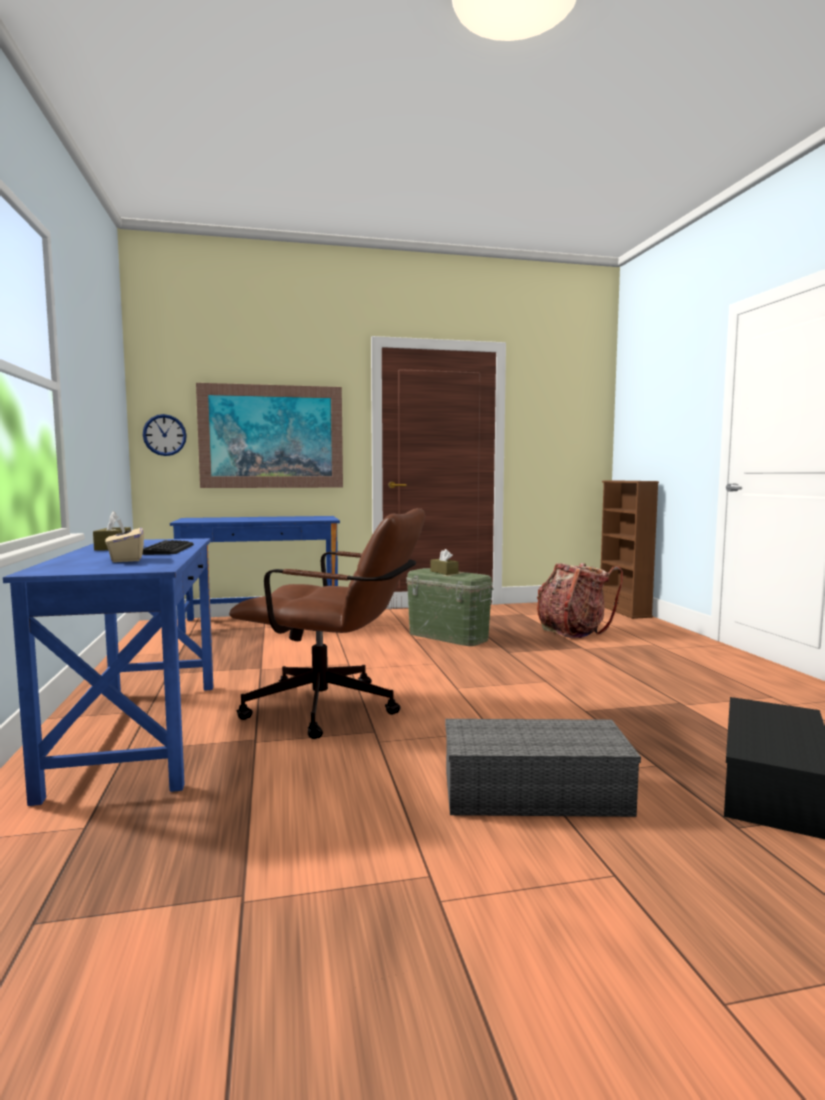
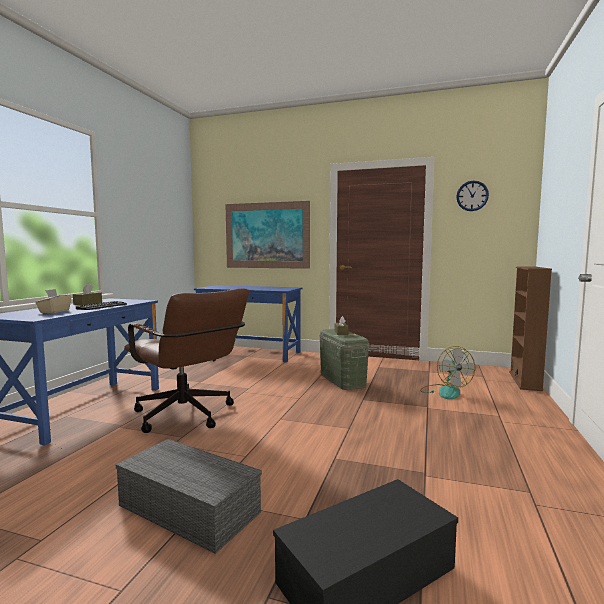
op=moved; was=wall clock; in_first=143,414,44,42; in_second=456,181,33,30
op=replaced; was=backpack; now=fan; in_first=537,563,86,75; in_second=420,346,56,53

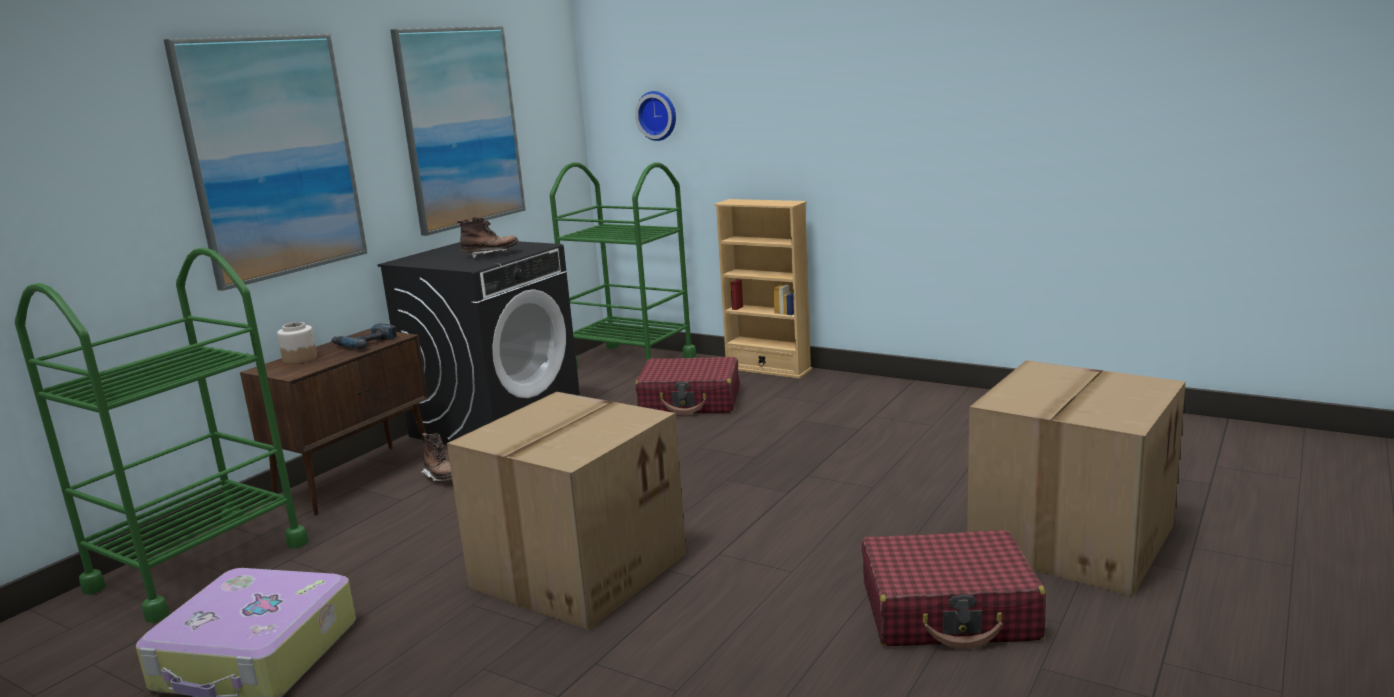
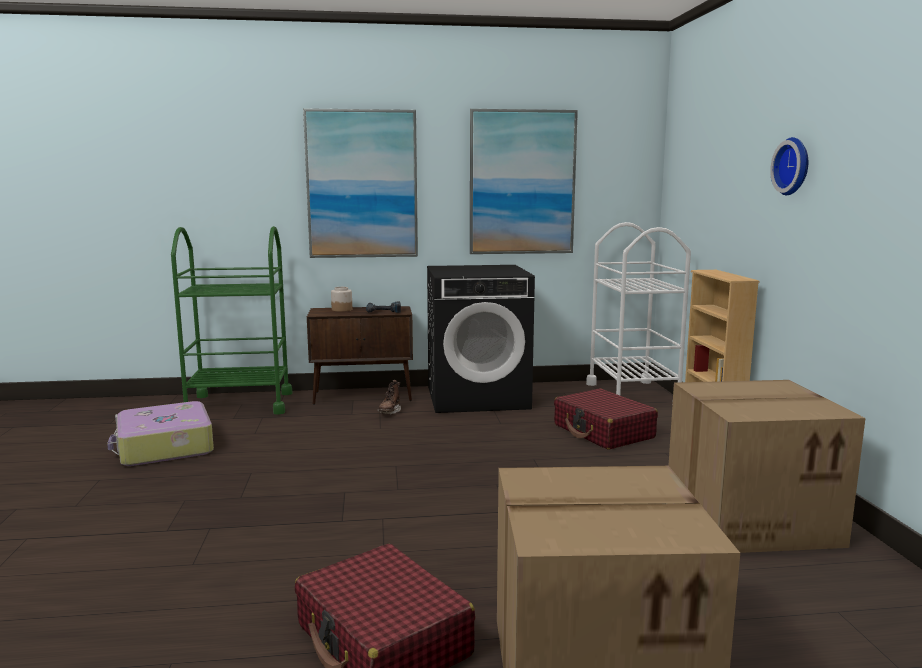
op=moved; was=cardboard box; in_first=447,392,239,238; in_second=668,380,197,173
op=removed; was=boot (brown); in_first=457,217,62,41
op=recoloured; was=cart (green); now=cart (white); in_first=550,162,146,204; in_second=586,222,105,182
op=moved; was=wall clock; in_first=635,91,41,50; in_second=770,137,38,58

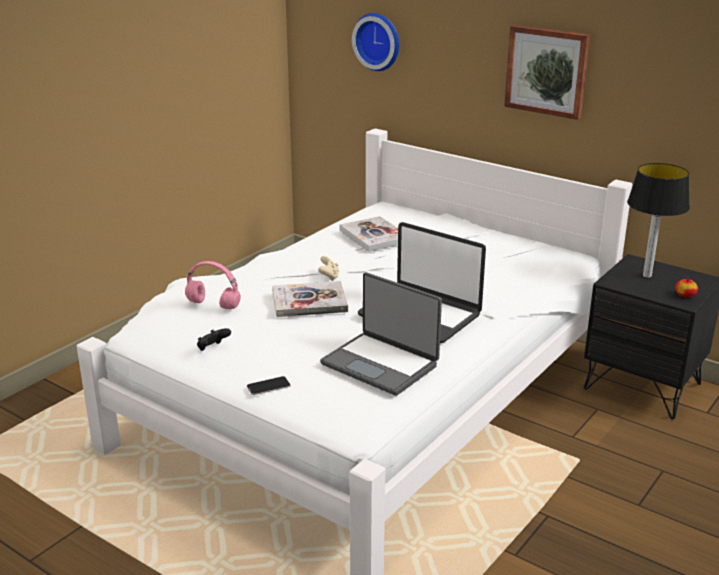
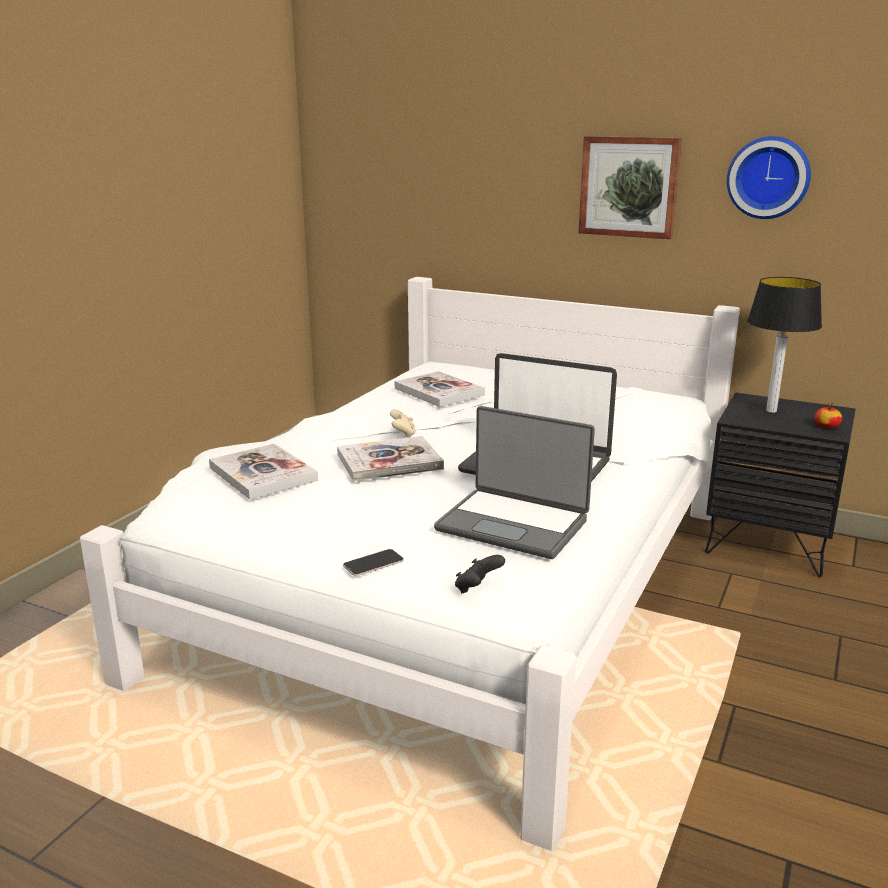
op=replaced; was=headphones (pink); now=book; in_first=185,261,56,49; in_second=209,444,109,56
op=moved; was=game controller (black); in_first=197,328,34,23; in_second=455,555,50,38
op=moved; was=wall clock; in_first=352,13,47,58; in_second=727,136,84,83

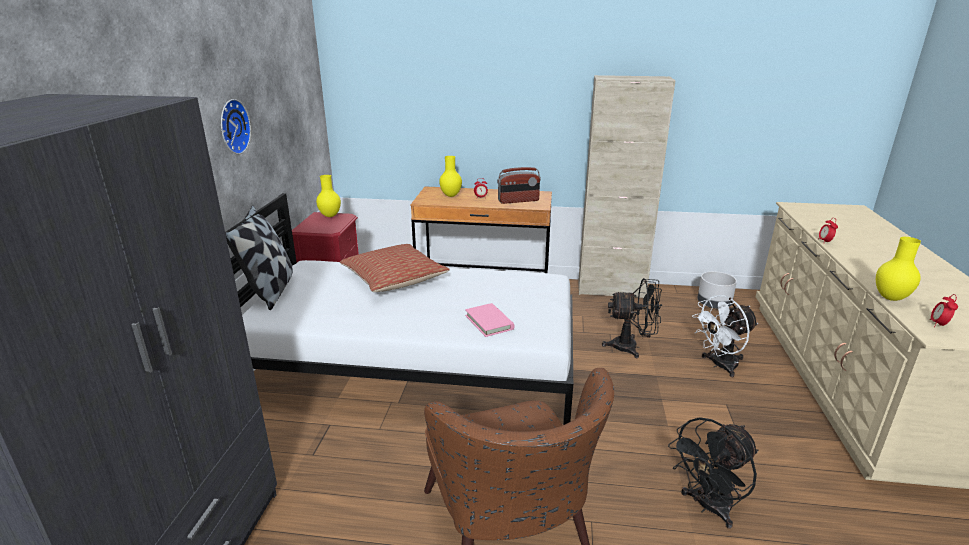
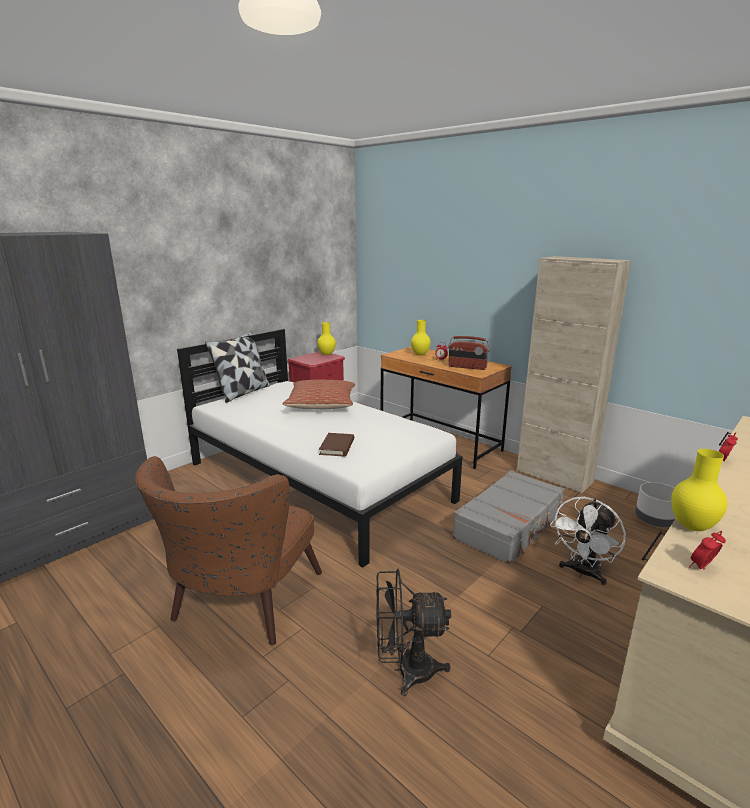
op=removed; was=wall clock; in_first=221,99,30,55
op=recoloured; was=book (pink); now=book (brown); in_first=465,303,50,34; in_second=319,433,35,23
op=replaced; was=fan (black); now=suitcase (grey); in_first=602,278,60,80; in_second=452,470,113,95
op=turned; was=fan (white); in_first=692,295,66,82; in_second=550,497,76,88; clockwise=-60

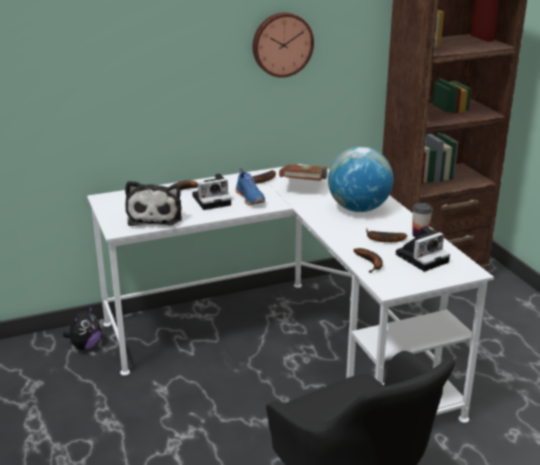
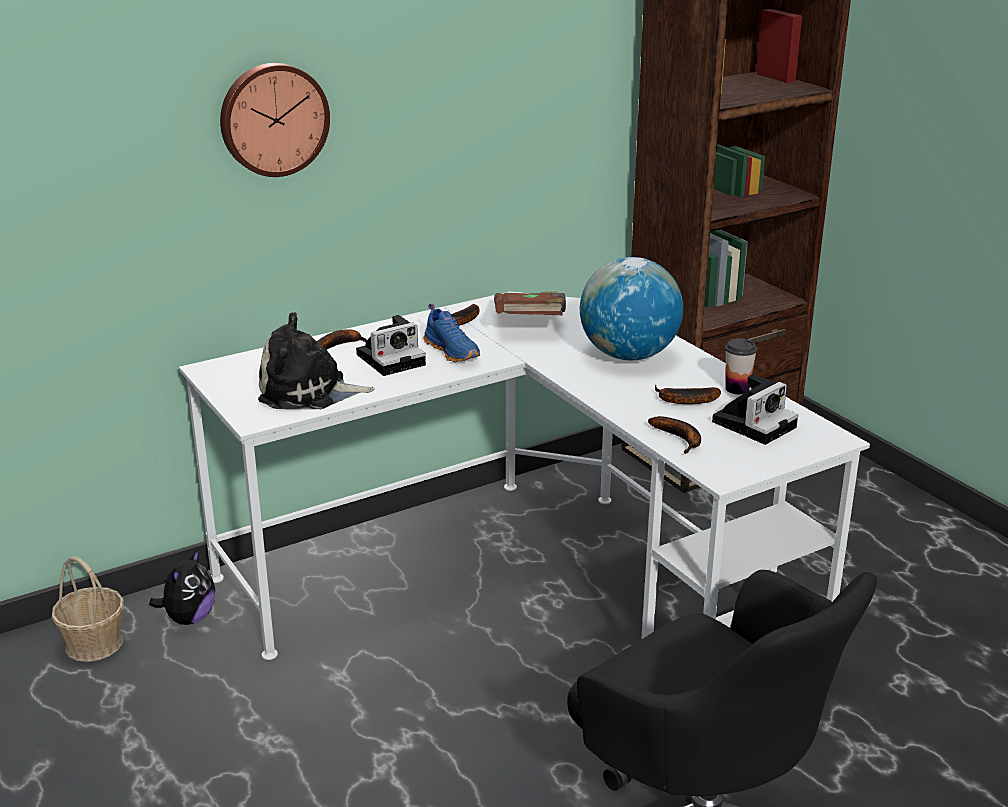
op=turned; was=plush toy; in_first=125,180,57,46; in_second=258,312,117,97; clockwise=105
op=moved; was=wall clock; in_first=253,12,61,66; in_second=220,63,110,114
op=added; now=basket; in_second=52,556,72,106

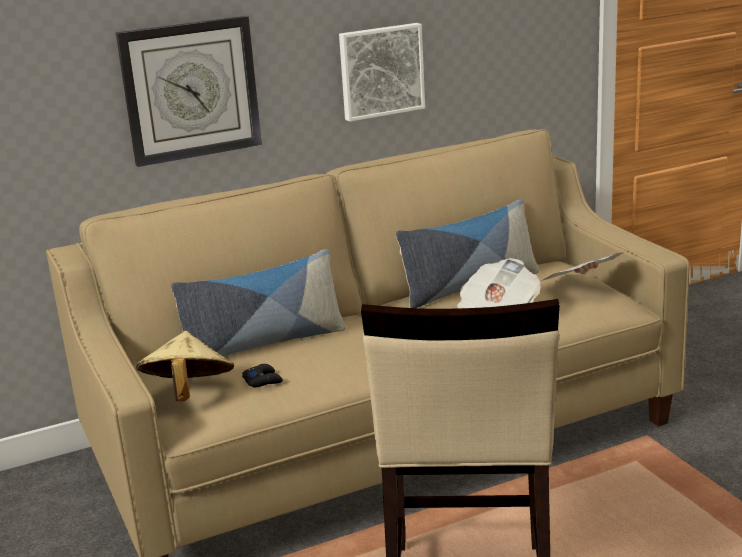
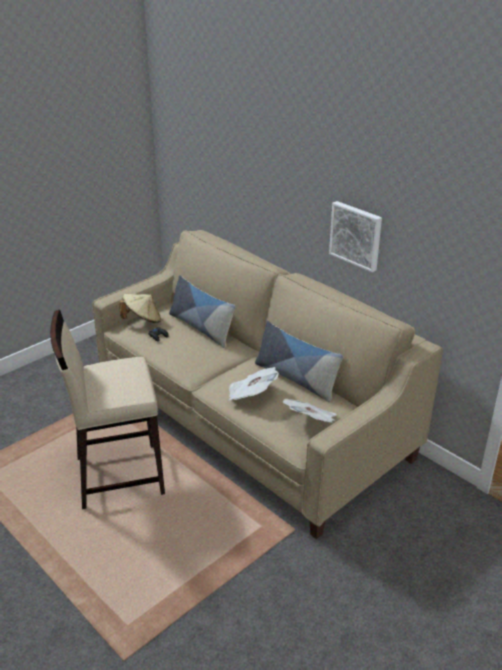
op=removed; was=wall clock; in_first=116,16,146,151

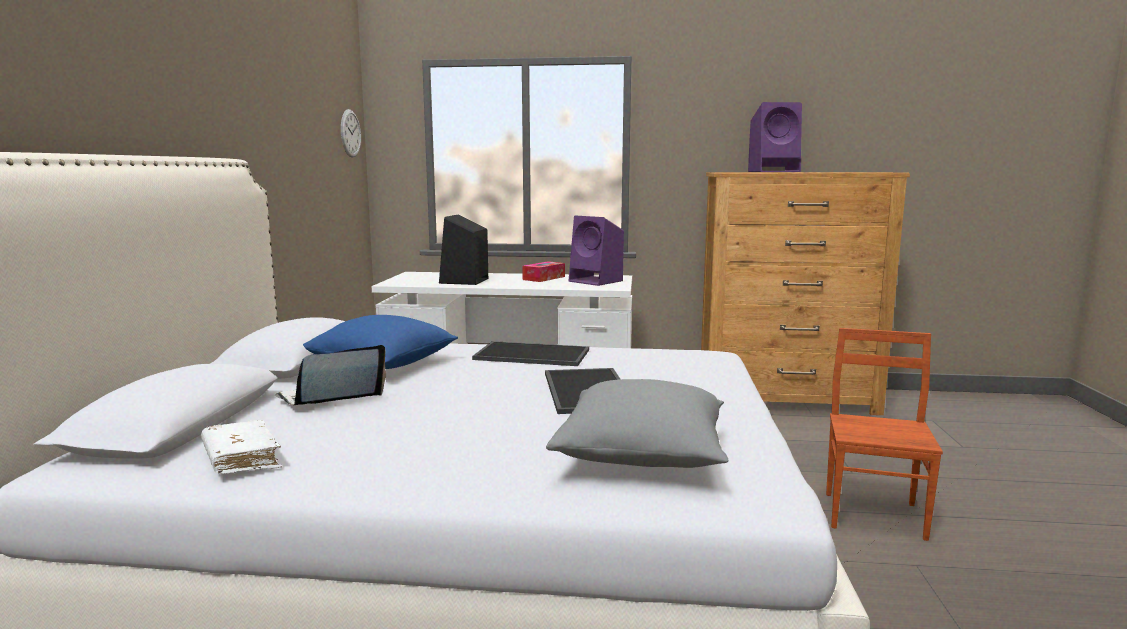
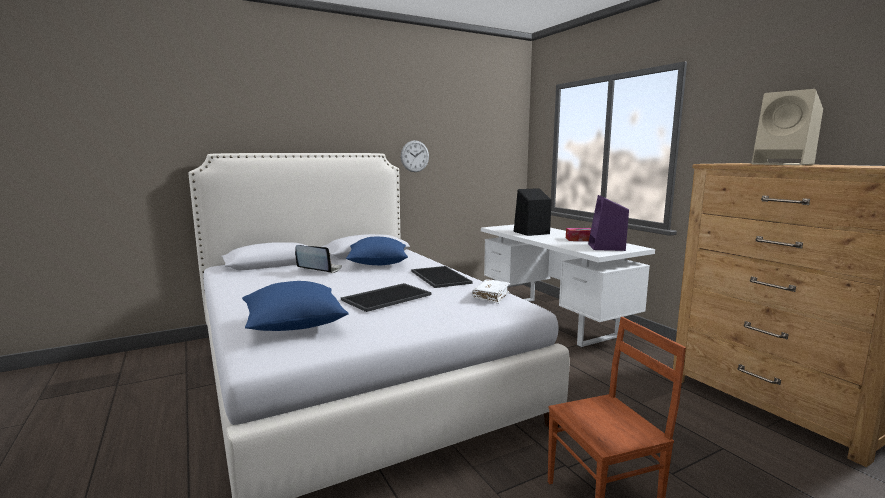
op=moved; was=book (white); in_first=201,420,81,54; in_second=472,279,38,25
op=moved; was=wall clock; in_first=341,109,20,49; in_second=401,140,28,32
op=recoloured; was=pillow (grey); now=pillow (blue); in_first=546,379,182,89; in_second=242,281,107,50
op=recoloured; was=speaker (purple); now=speaker (beige); in_first=748,102,54,70; in_second=751,89,72,76

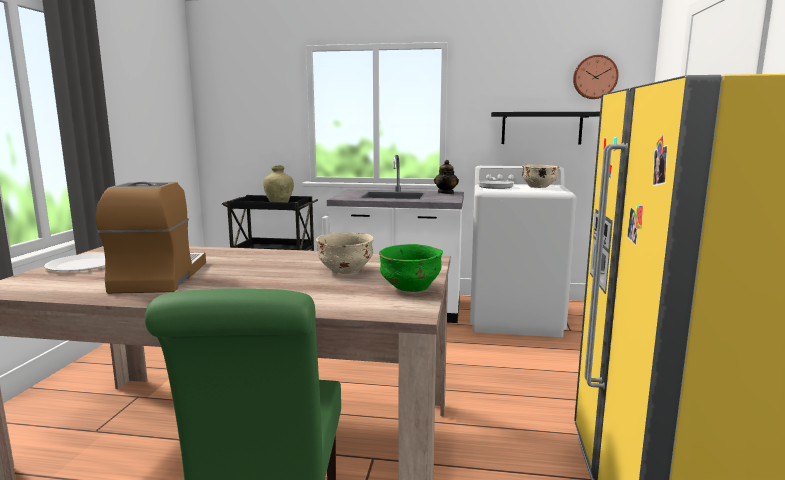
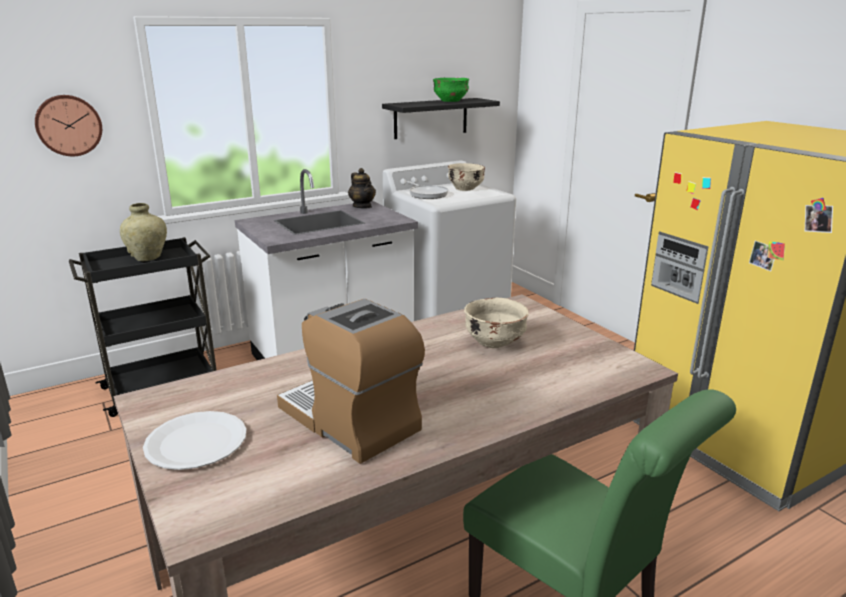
op=moved; was=bowl (green); in_first=379,244,64,48; in_second=433,78,36,24
op=moved; was=wall clock; in_first=573,55,46,44; in_second=35,95,67,61

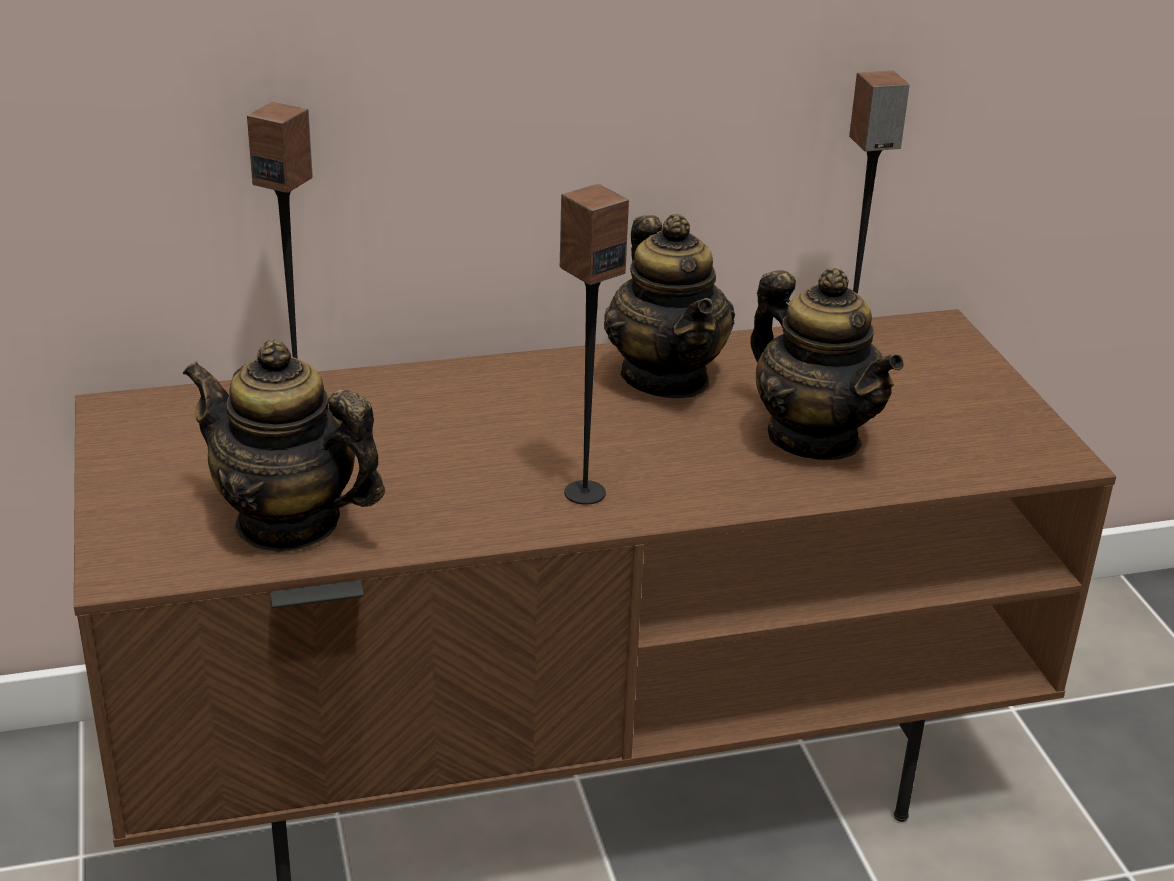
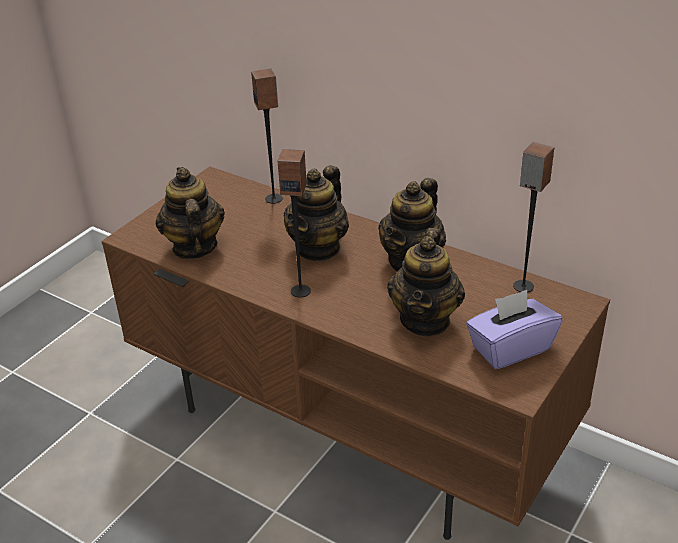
op=added; now=teapot; in_second=284,165,65,96
op=added; now=tissue box (purple); in_second=466,290,97,79

